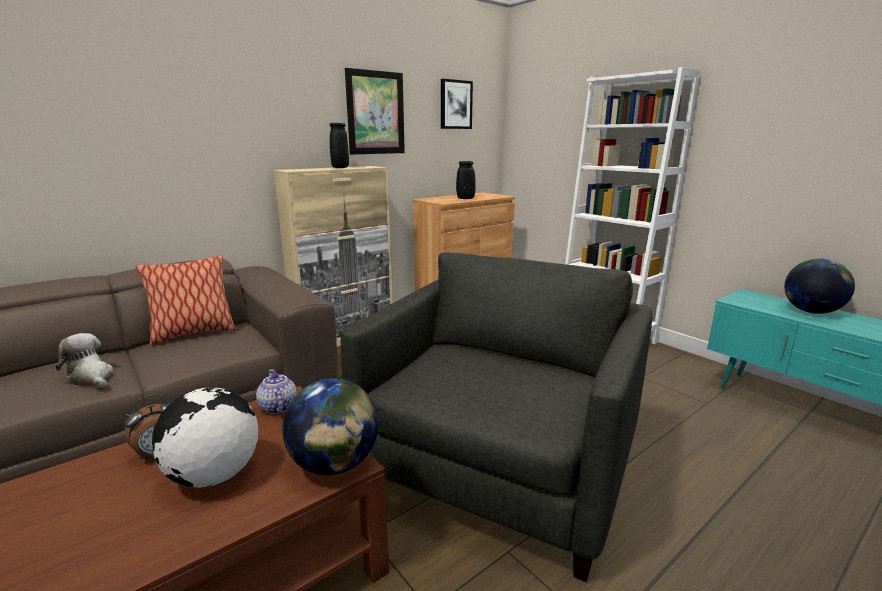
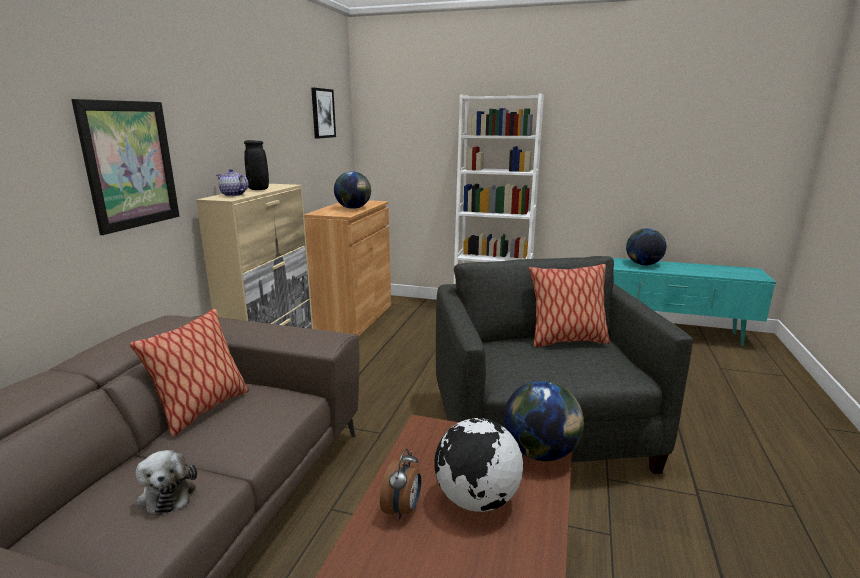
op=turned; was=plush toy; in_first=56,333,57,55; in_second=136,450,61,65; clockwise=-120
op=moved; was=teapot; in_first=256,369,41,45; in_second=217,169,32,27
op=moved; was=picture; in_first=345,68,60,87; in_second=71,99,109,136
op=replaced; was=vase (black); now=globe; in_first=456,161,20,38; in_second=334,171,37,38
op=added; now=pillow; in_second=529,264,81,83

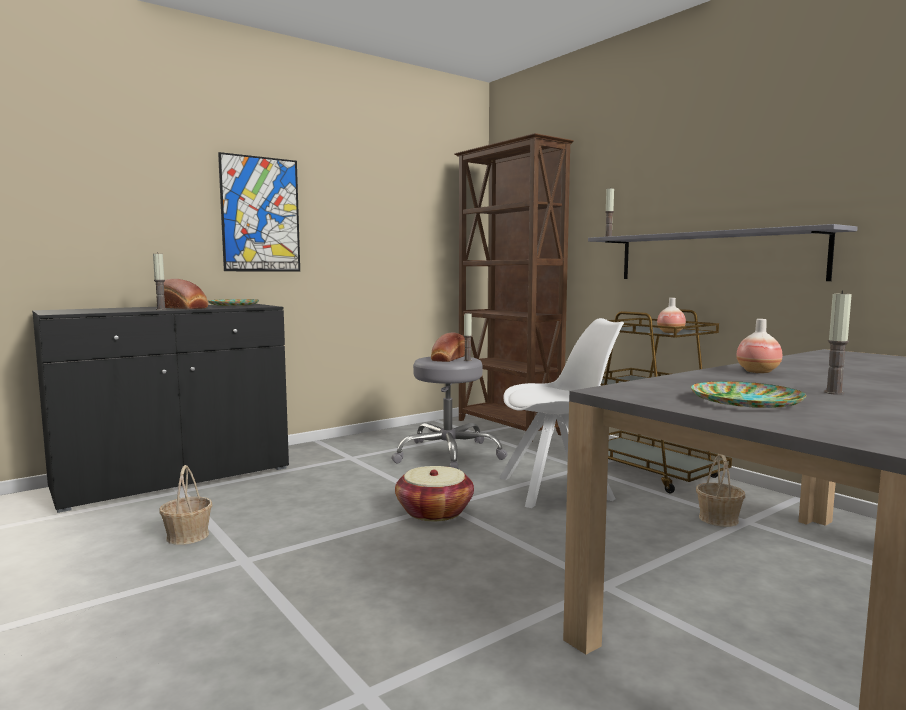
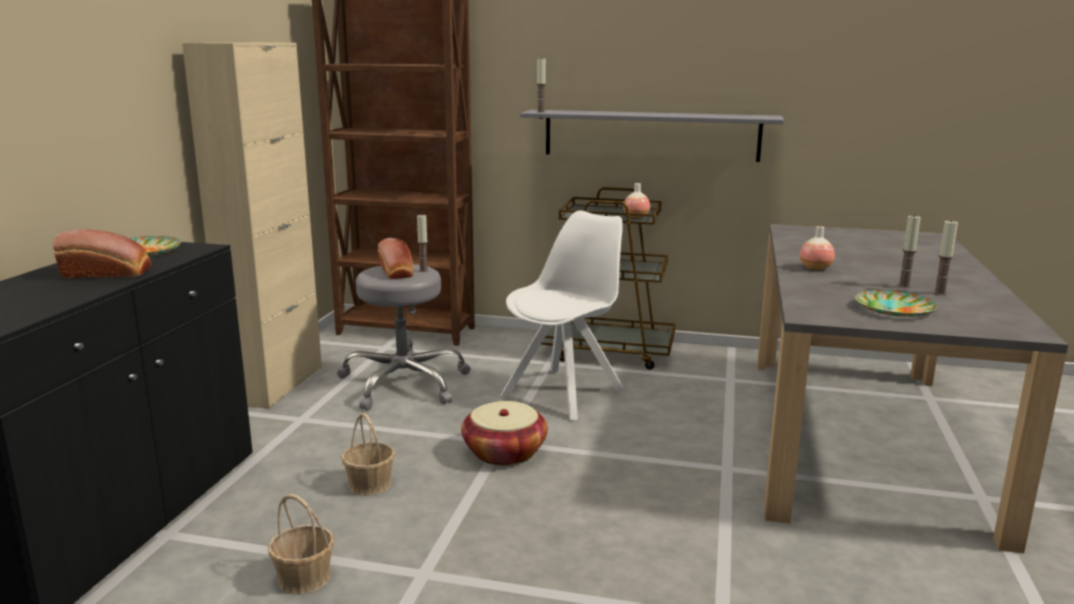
op=moved; was=candle; in_first=153,254,14,56; in_second=933,220,25,75
op=removed; was=picture; in_first=218,152,82,119
op=moved; was=basket; in_first=696,454,50,73; in_second=341,413,54,83
op=added; now=cabinet (beige); in_second=182,43,140,366

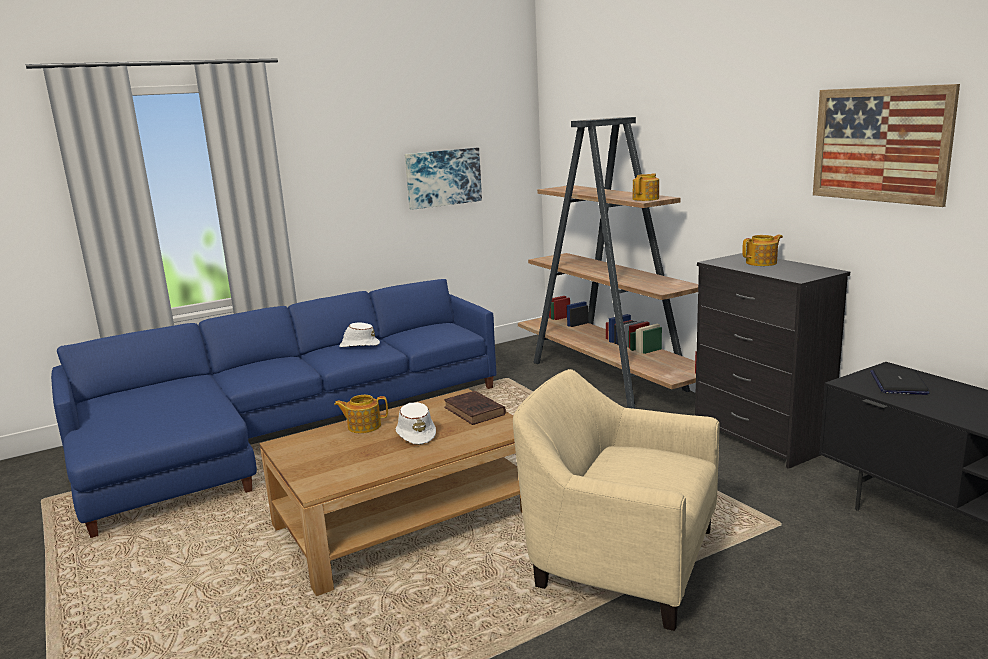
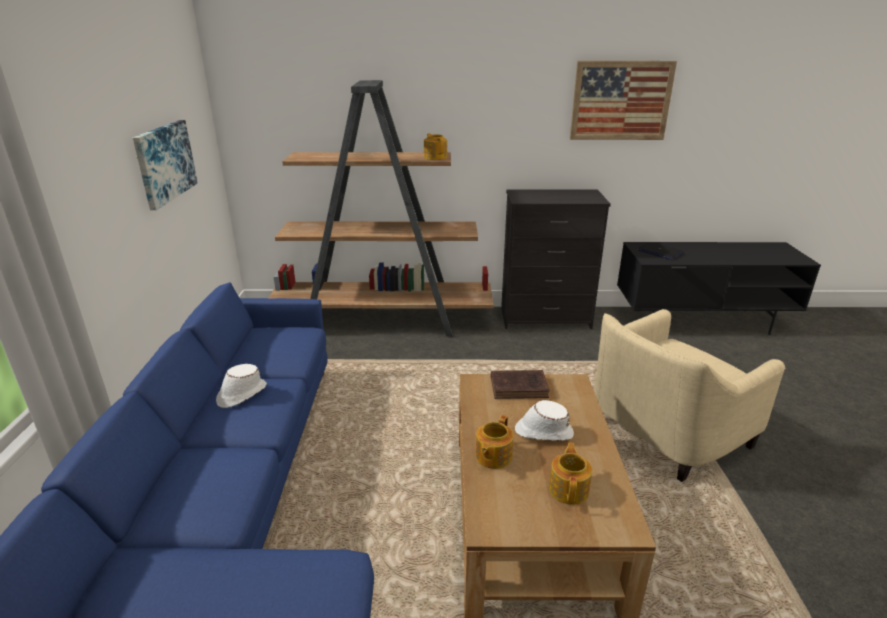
op=moved; was=teapot; in_first=742,235,41,31; in_second=549,443,43,62

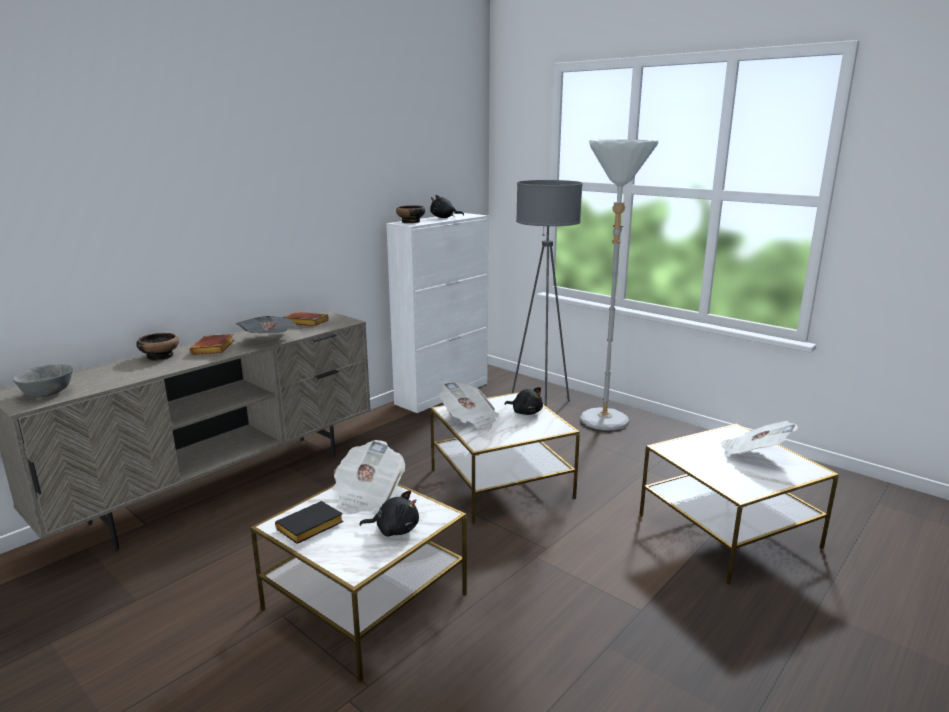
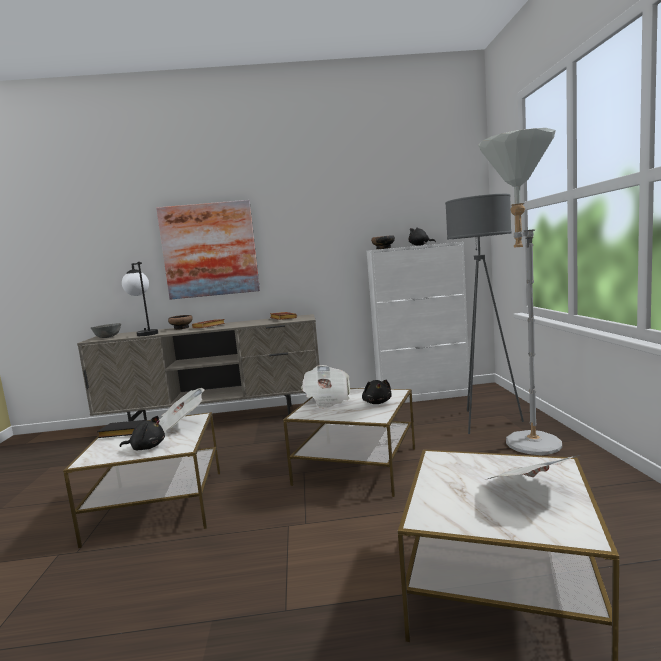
op=removed; was=newspaper; in_first=236,316,61,17
op=turned; was=plush toy (black); in_first=359,490,60,46; in_second=120,416,45,34; clockwise=-45
op=added; now=table lamp; in_second=122,262,36,74
op=added; now=picture; in_second=156,200,104,100

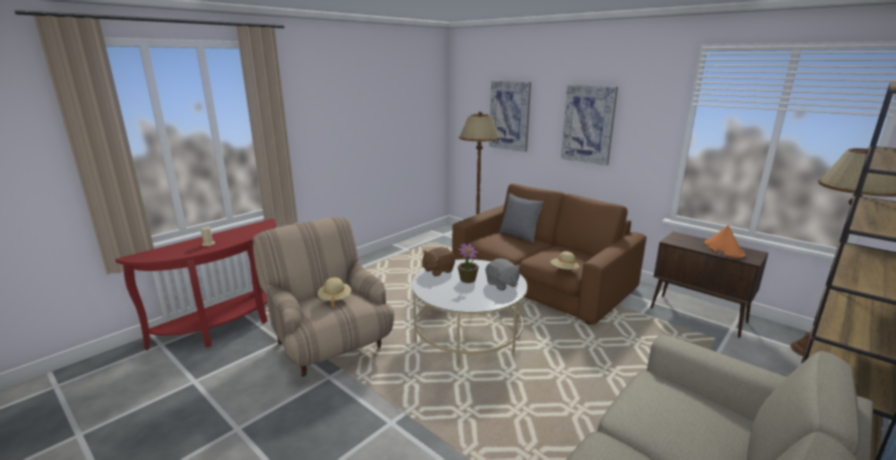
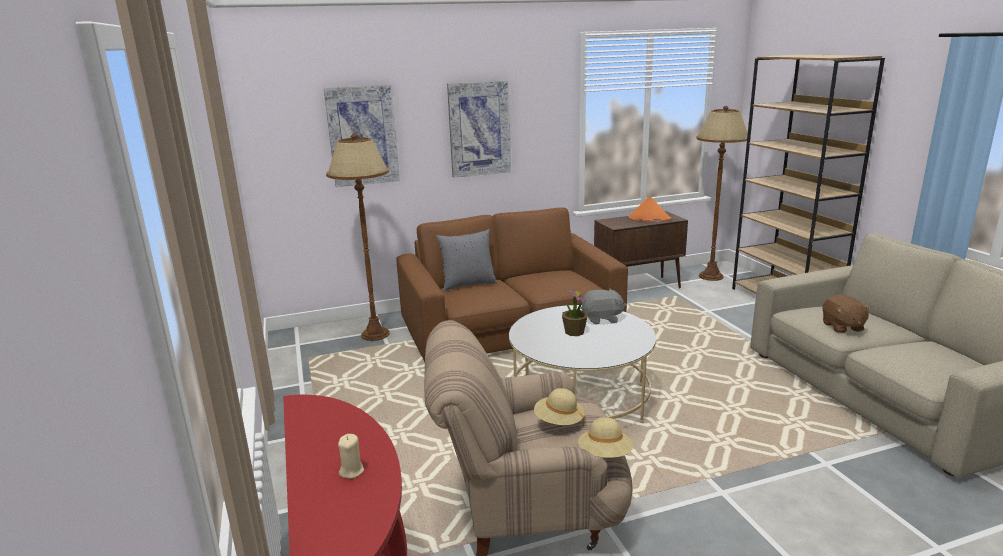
op=moved; was=plush toy (brown); in_first=422,247,33,29; in_second=822,294,49,39
op=moved; was=hat (beige); in_first=551,251,29,19; in_second=578,417,55,41

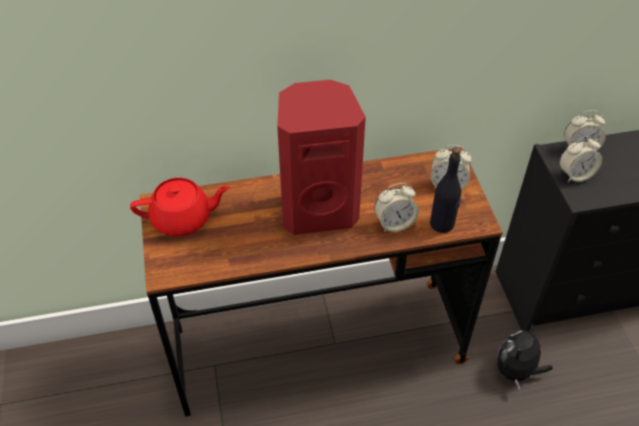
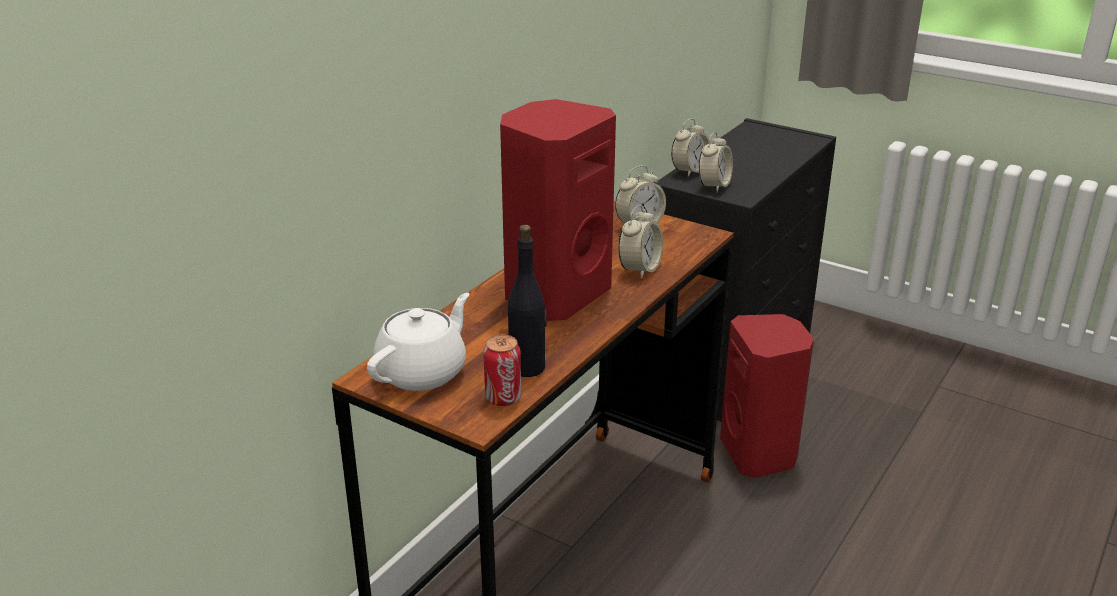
op=recoloured; was=teapot (red); now=teapot (white); in_first=130,178,100,58; in_second=367,293,103,98
op=moved; was=bottle (black); in_first=430,147,32,86; in_second=508,225,38,152
op=replaced; was=plush toy; now=speaker (red); in_first=497,323,56,67; in_second=720,314,94,164
op=added; now=can; in_second=483,335,38,71

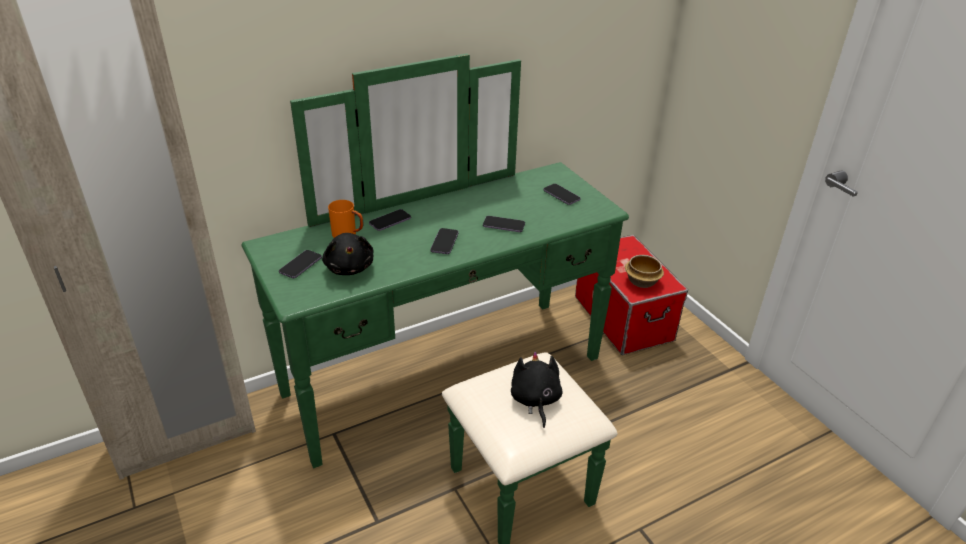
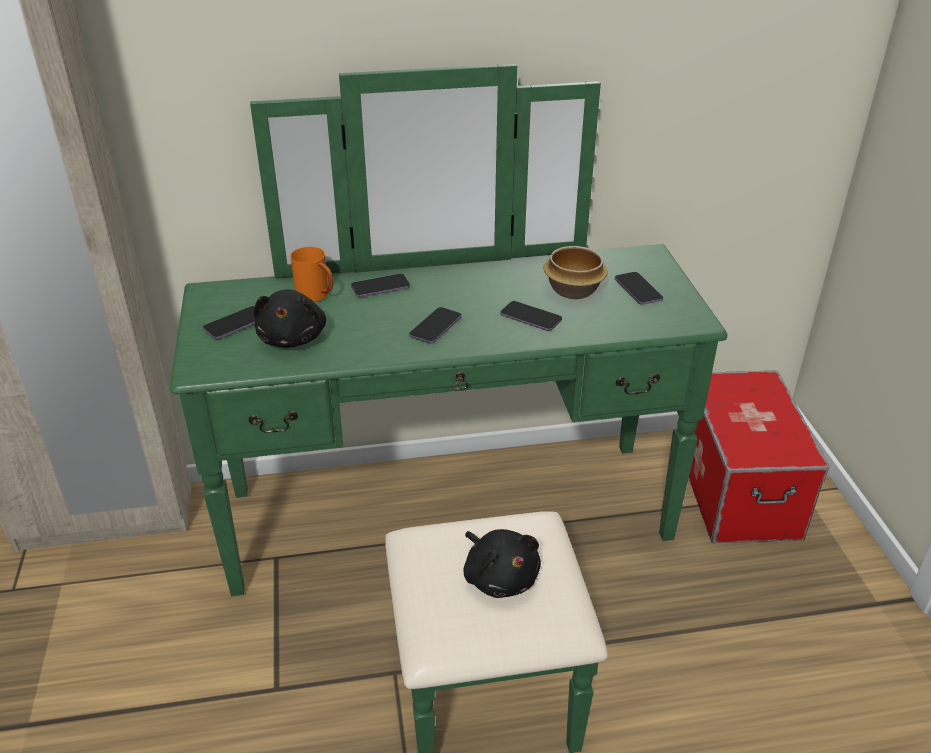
op=turned; was=plush toy (black); in_first=511,352,52,76; in_second=464,529,77,69; clockwise=135
op=moved; was=bowl; in_first=625,255,39,33; in_second=544,246,64,53

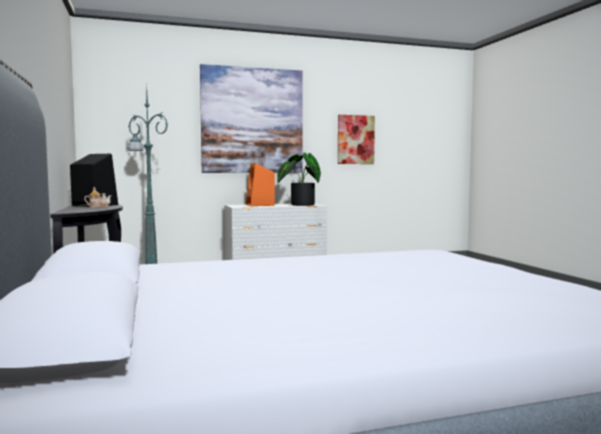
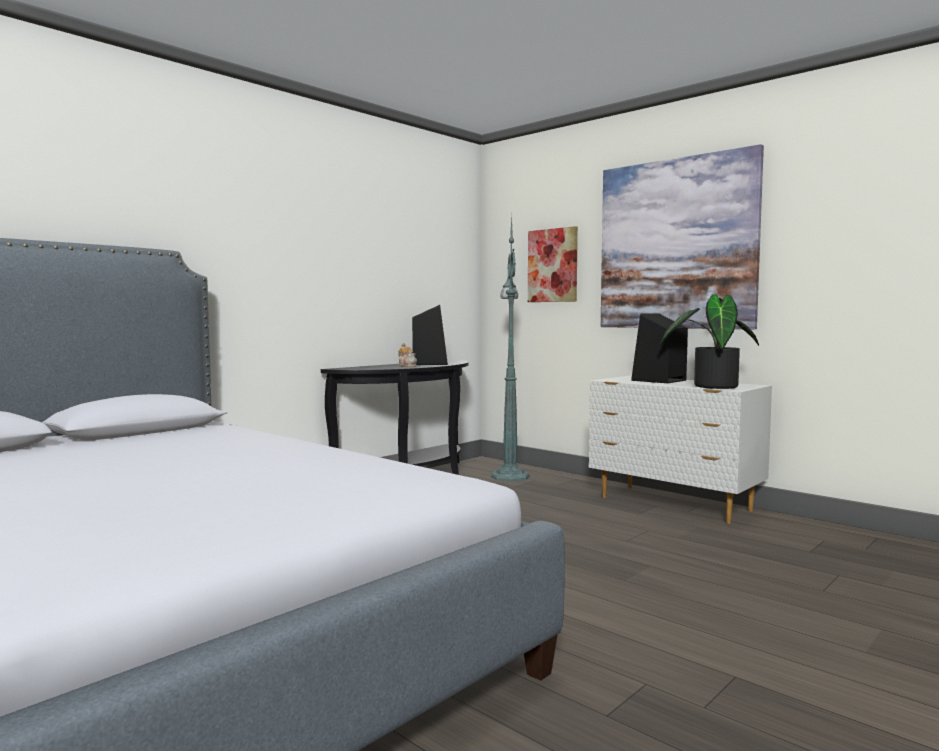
op=recoloured; was=speaker (orange); now=speaker (black); in_first=246,163,29,43; in_second=631,313,57,70
op=moved; was=picture; in_first=338,115,37,49; in_second=528,226,50,76

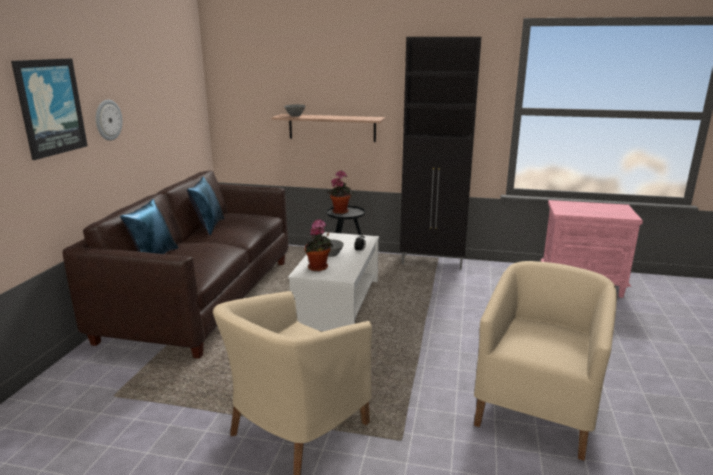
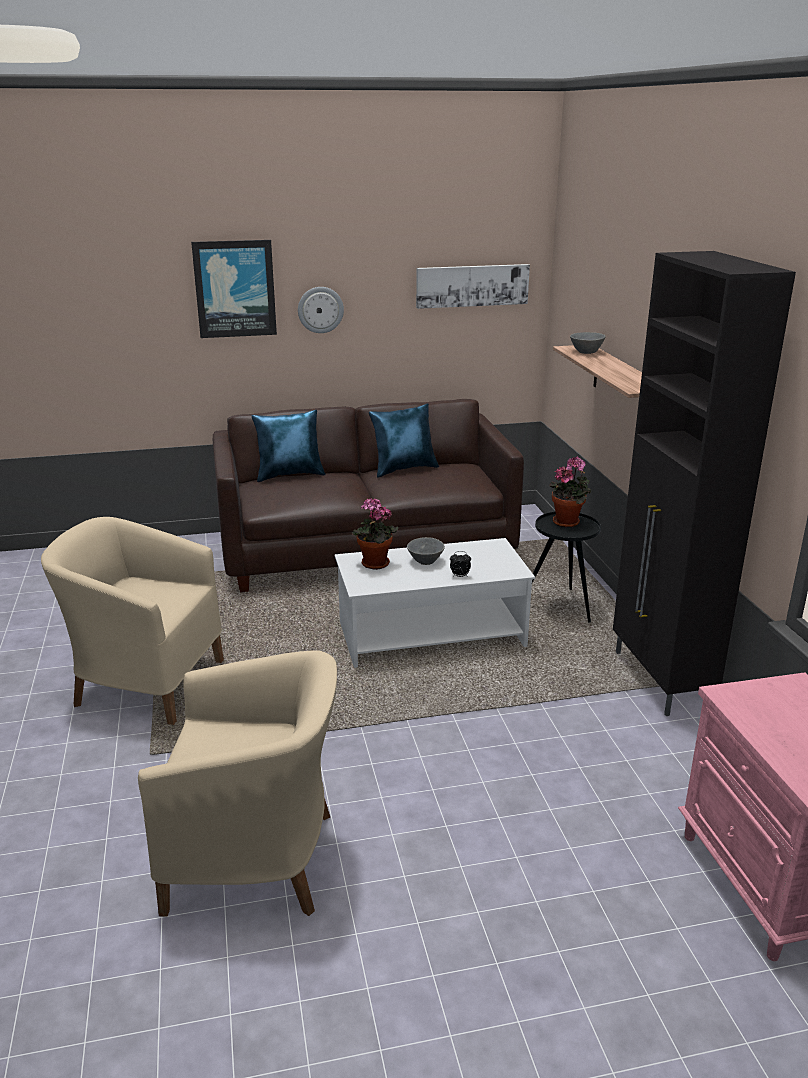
op=added; now=picture; in_second=416,264,114,45

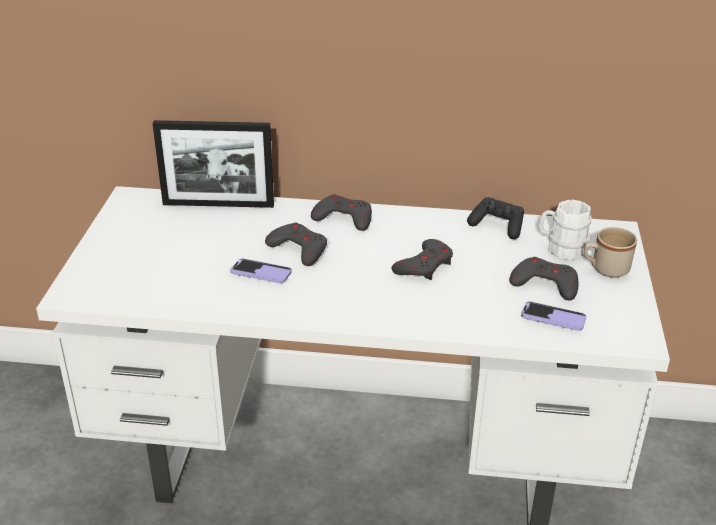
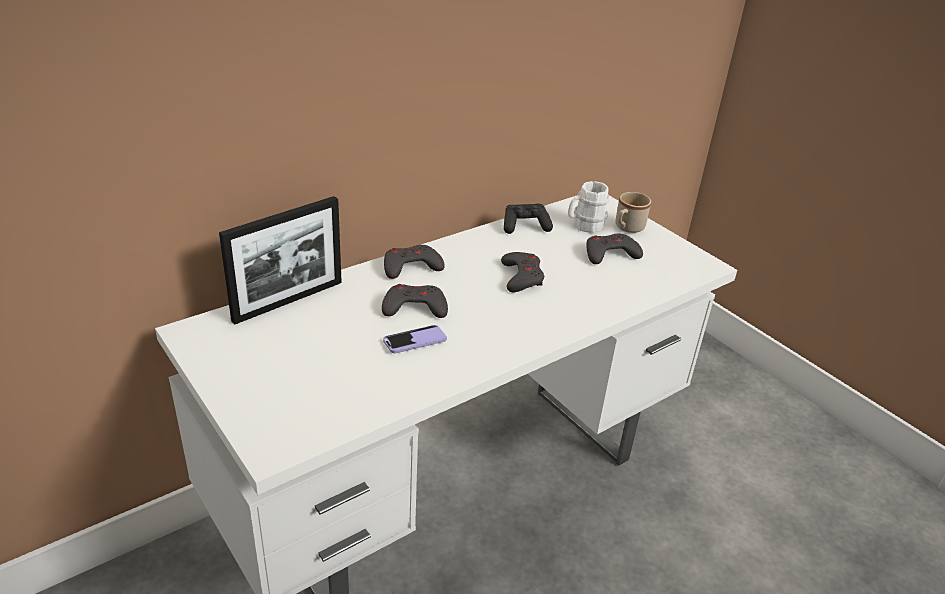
op=removed; was=phone; in_first=521,301,65,30

